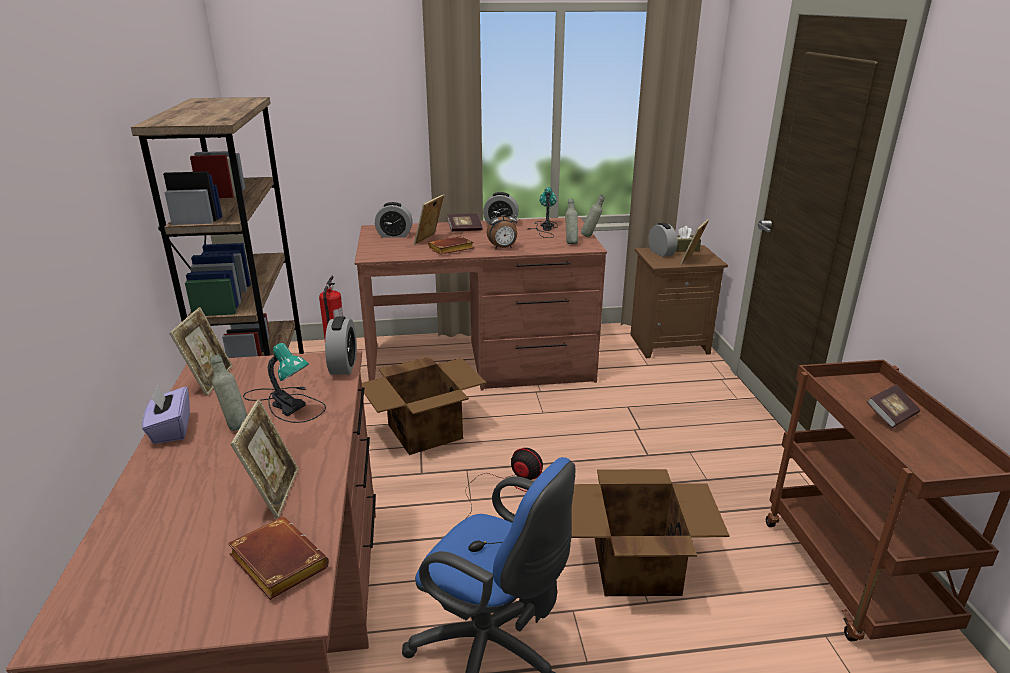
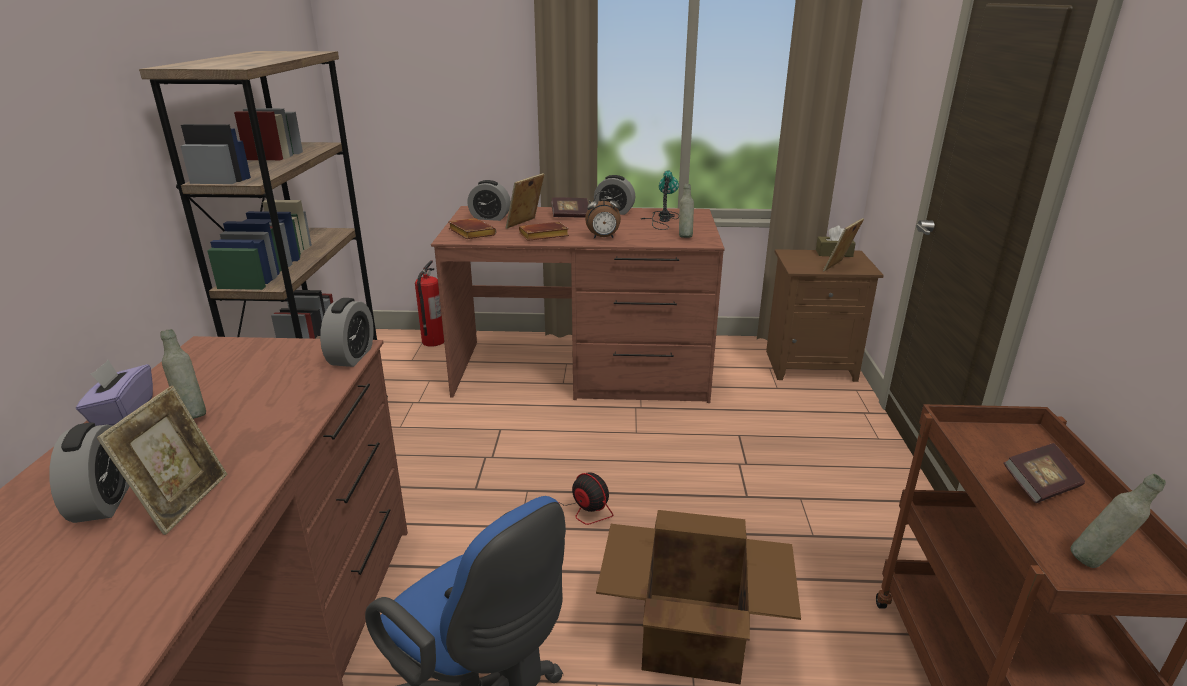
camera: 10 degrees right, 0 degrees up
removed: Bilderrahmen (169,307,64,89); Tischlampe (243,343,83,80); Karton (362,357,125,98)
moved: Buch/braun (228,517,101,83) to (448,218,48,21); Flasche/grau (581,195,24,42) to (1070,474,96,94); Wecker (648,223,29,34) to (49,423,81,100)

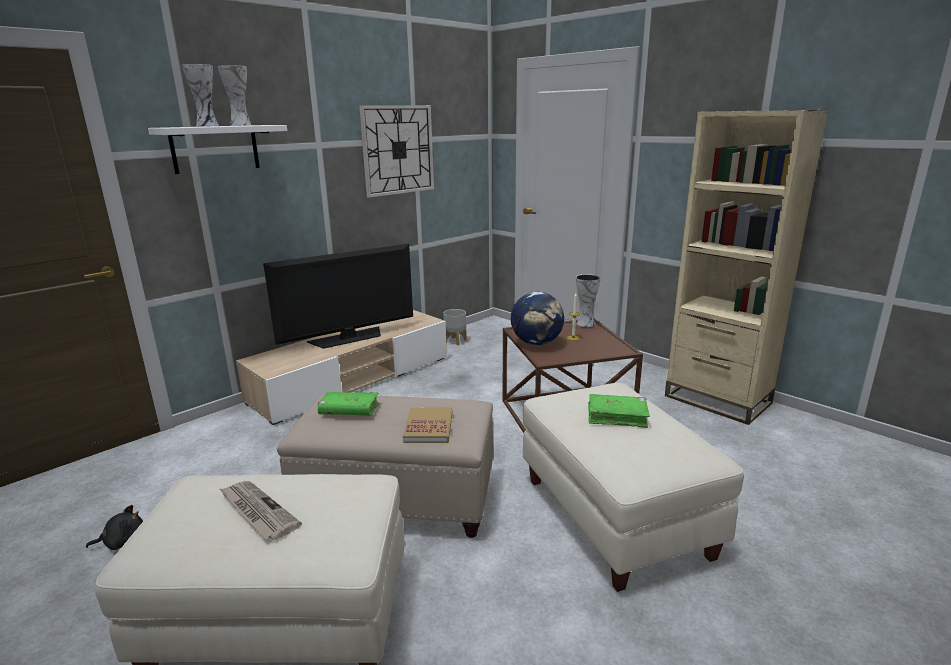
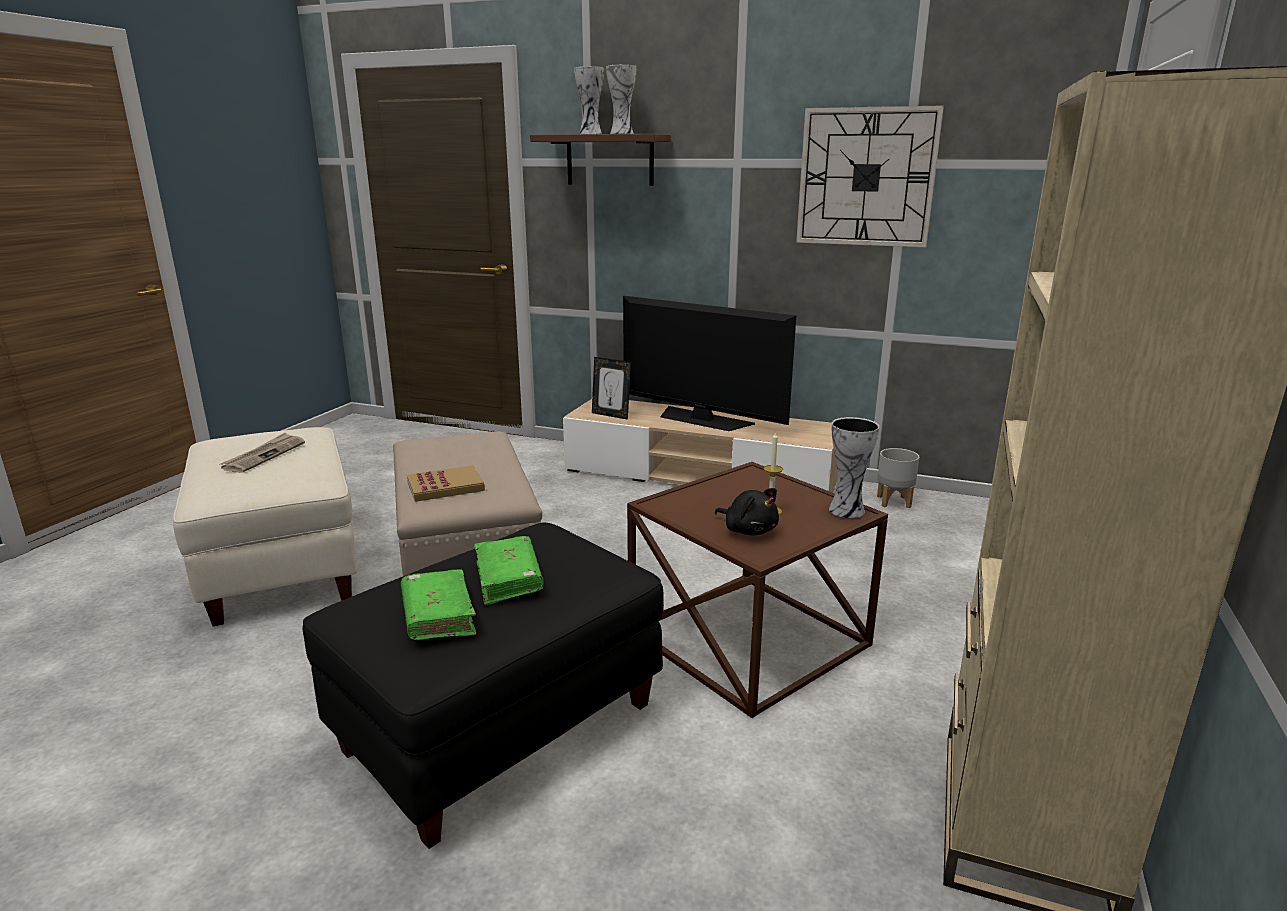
camera: 65 degrees right, 0 degrees up
removed: Globus (511,292,53,53)
added: Bilderrahmen (592,357,39,63)
moved: Plüschtier/schwarz (86,505,57,45) to (715,488,64,47); Buch/grün (317,392,63,24) to (401,569,75,71)
recoloured: Wandregal/weiß (148,125,139,49) to Wandregal/braun (530,134,141,52); Polsterhocker/beige (523,383,221,209) to Polsterhocker/schwarz (302,523,362,326)

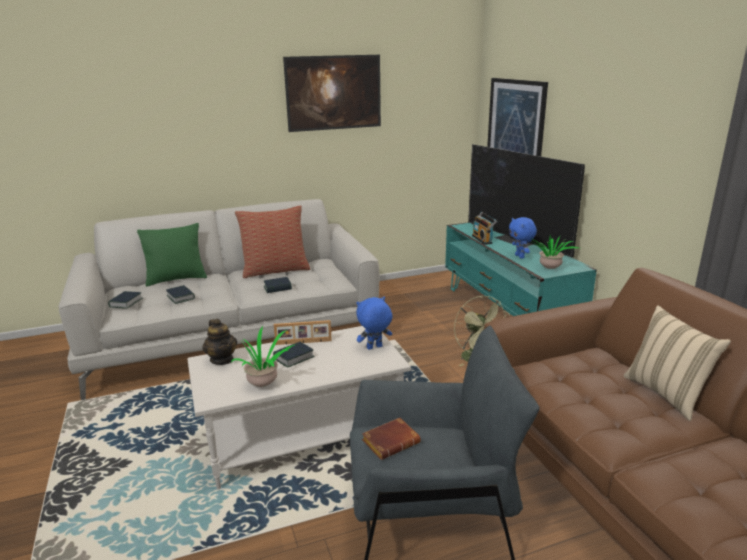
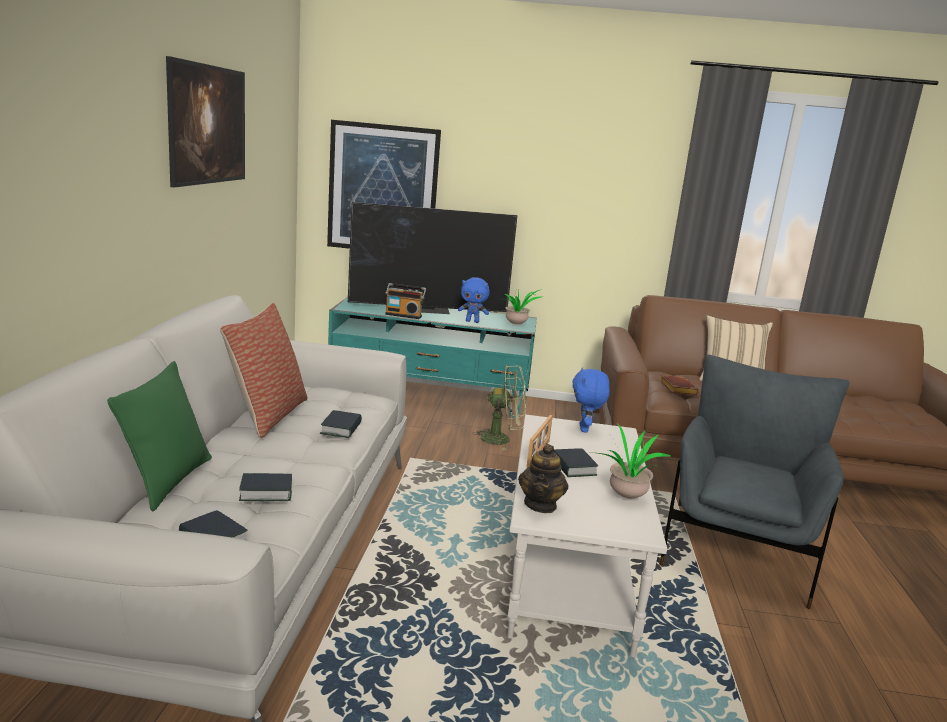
camera: 65 degrees left, 5 degrees down
moved: Buch/braun (362,418,59,42) to (659,375,40,20)
turned: Teekanne (203,319,34,46) = (518,444,51,69) 105 degrees clockwise

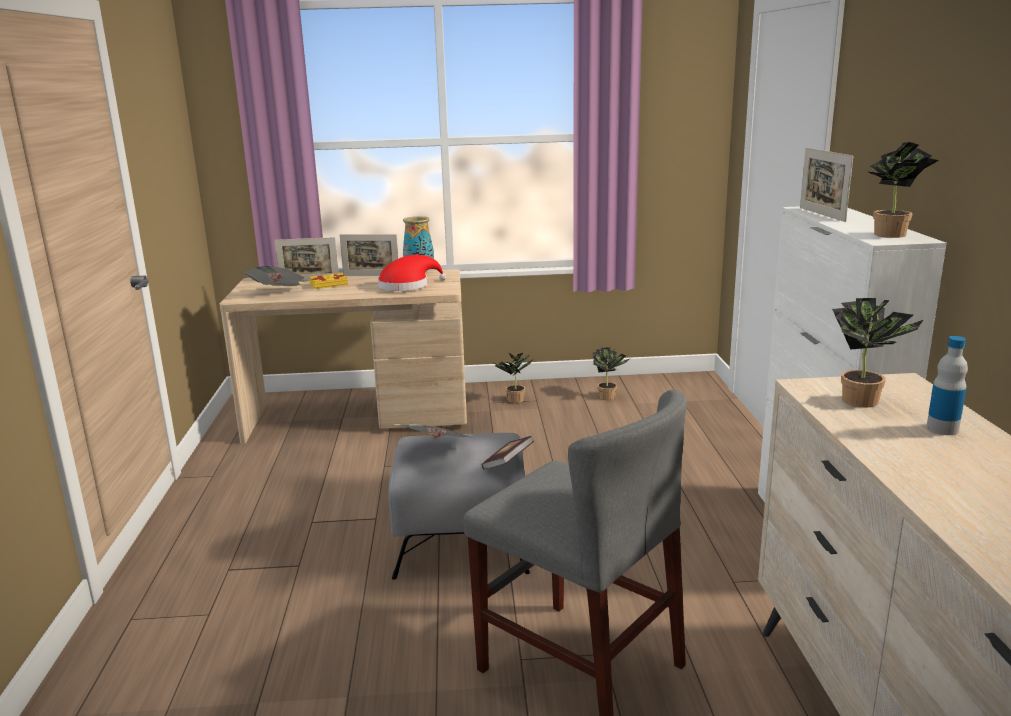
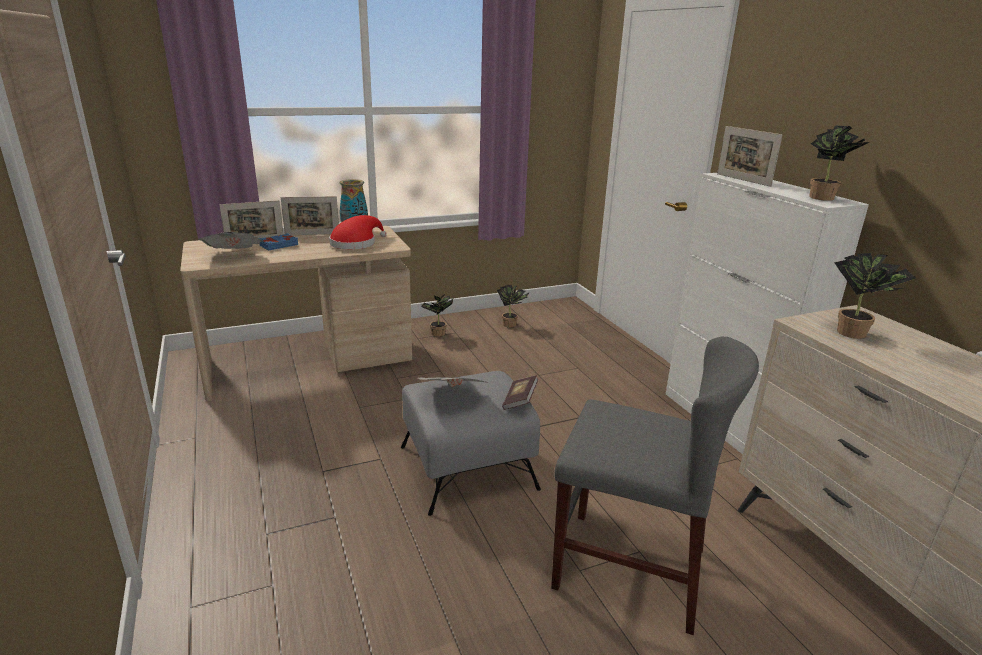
camera: 20 degrees left, 5 degrees up
removed: Flasche (926,336,42,99)
recoloured: Buch/gelb (309,273,39,16) to Buch/blau (258,233,40,18)

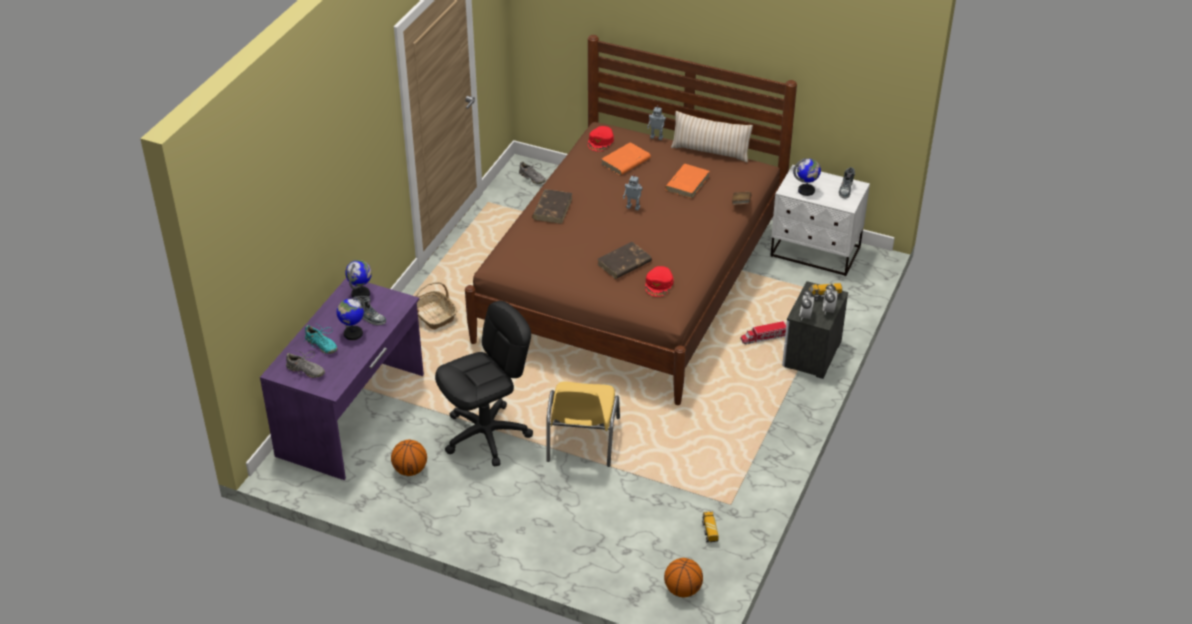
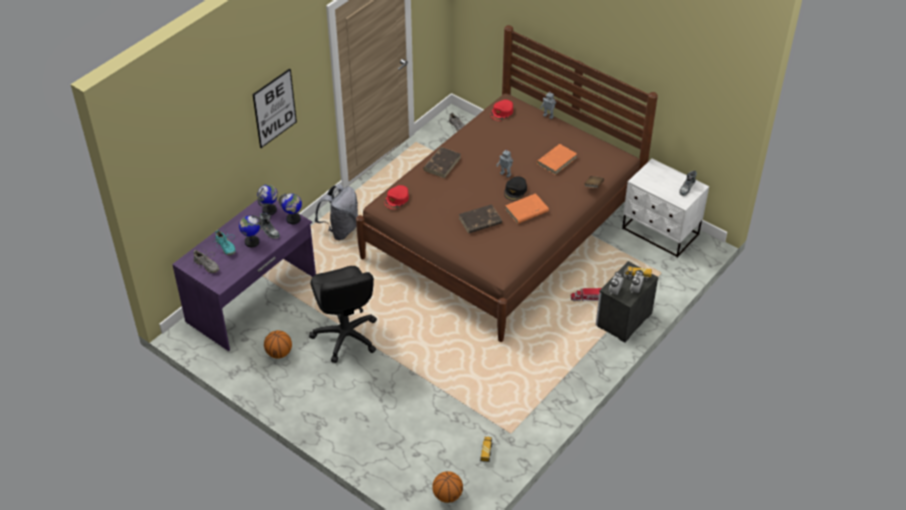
camera: 15 degrees right, 5 degrees up
removed: Stuhl/gelb (546,382,74,85); Kissen/beige (671,111,82,52)
added: Bild (252,68,45,80); Kappe/schwarz (504,176,23,25)
moved: Buch/orange (601,142,50,33) to (505,193,44,31); Kappe/rot (645,266,29,31) to (385,185,24,24); Globus (793,158,28,38) to (279,193,23,31)
replaced: Korb (416,282,41,48) to Rucksack/grau (315,184,43,56)
turned: Bürostuhl/schwarz (435,301,98,166) = (309,266,68,97) 90 degrees clockwise

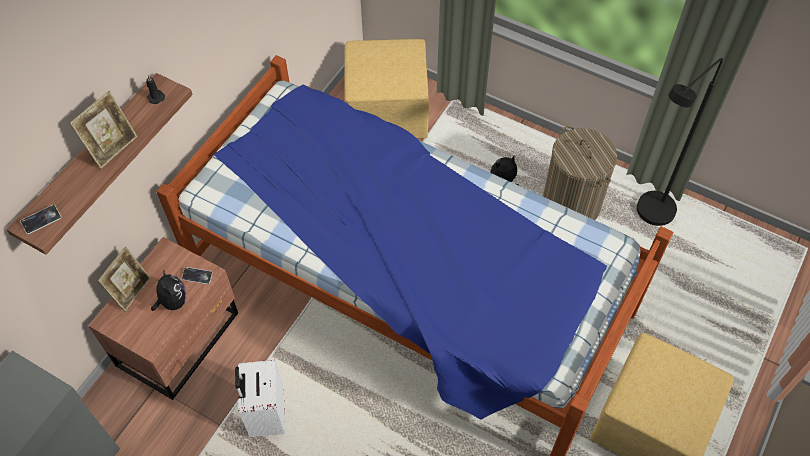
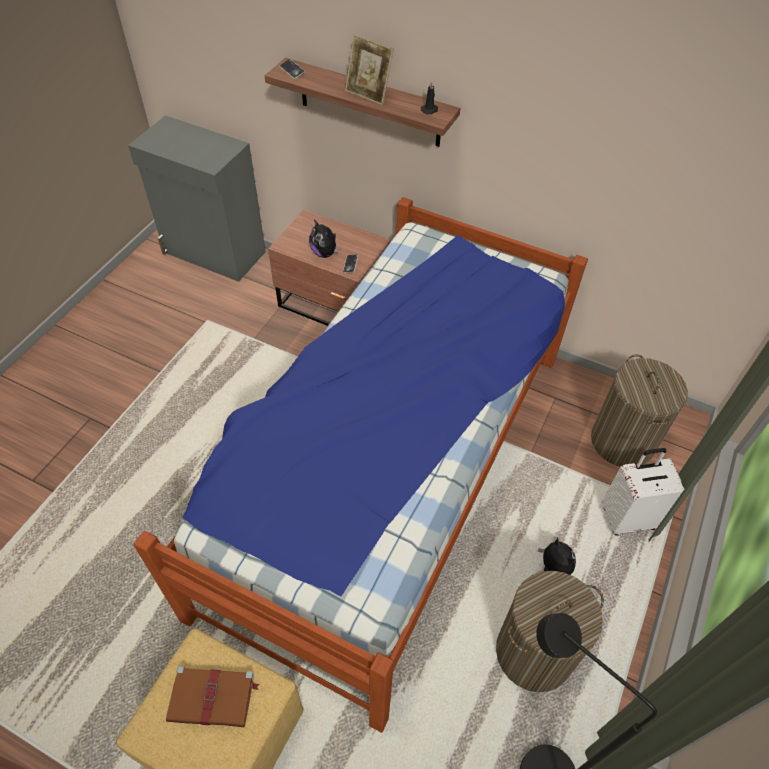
camera: 85 degrees right, 5 degrees down
removed: Bilderrahmen (98,247,53,64)
added: Buch/braun (166,666,93,61)
moved: Koffer/weiß (235,360,50,77) to (602,448,82,88)
replaced: Polsterhocker/gelb (344,39,85,99) to Wäschekorb (591,354,97,113)
turned: Plüschtier (151,272,36,39) = (309,219,31,39) 75 degrees clockwise

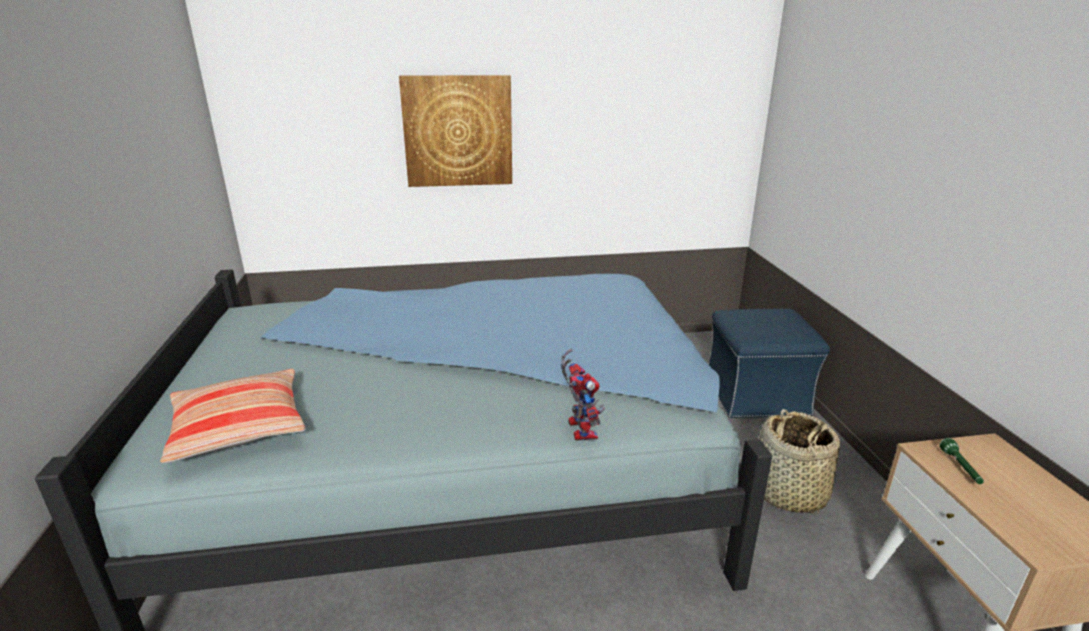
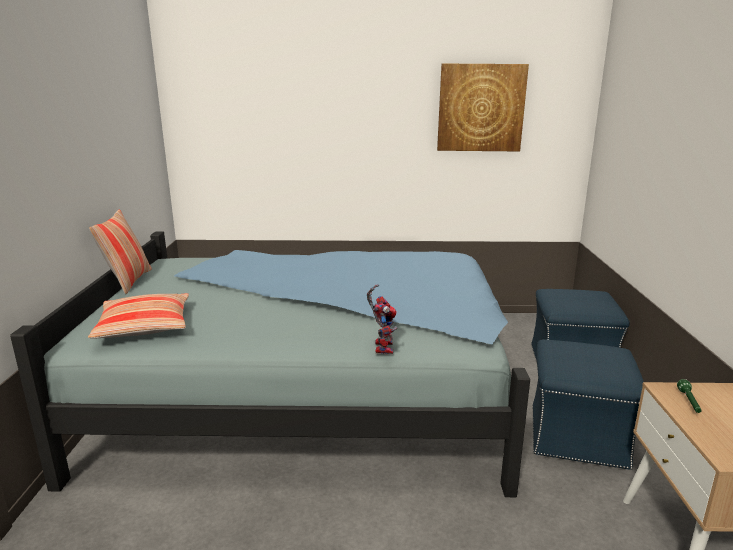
camera: 10 degrees right, 5 degrees down
added: Kissen (89,209,63,85)
moved: Bild (399,75,113,112) to (437,64,92,87)
replaced: Korb (759,409,81,106) to Polsterhocker/blau (532,339,112,131)

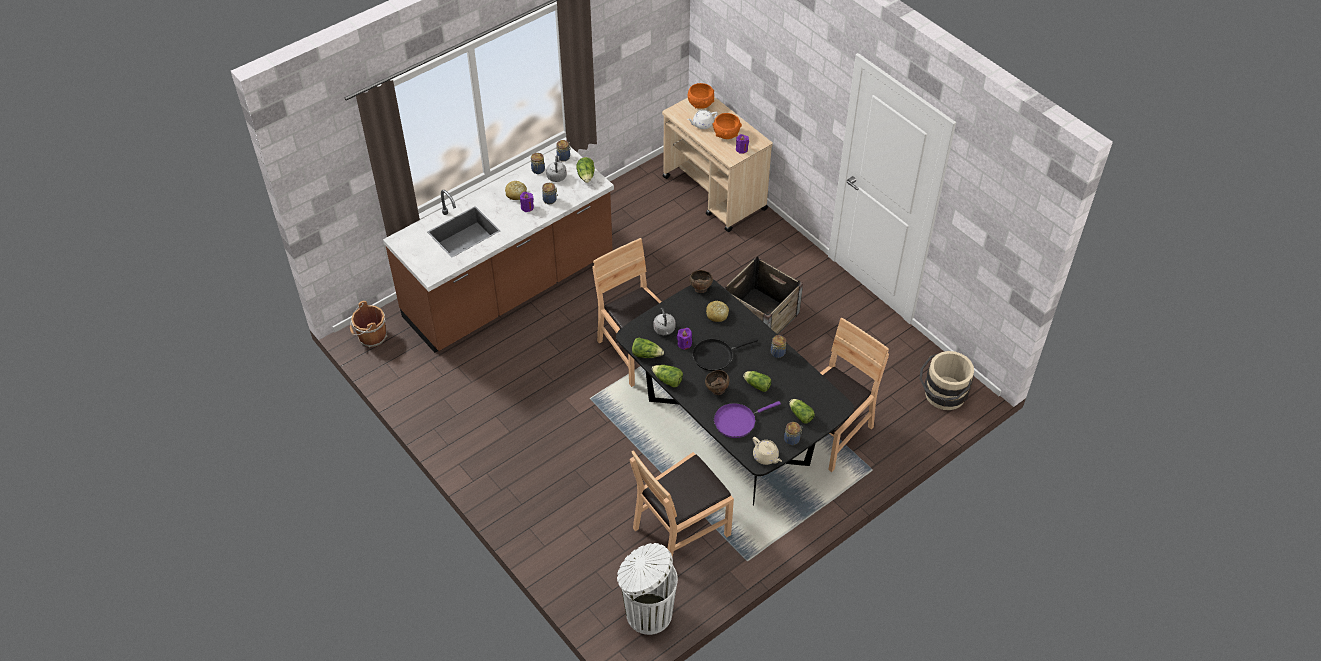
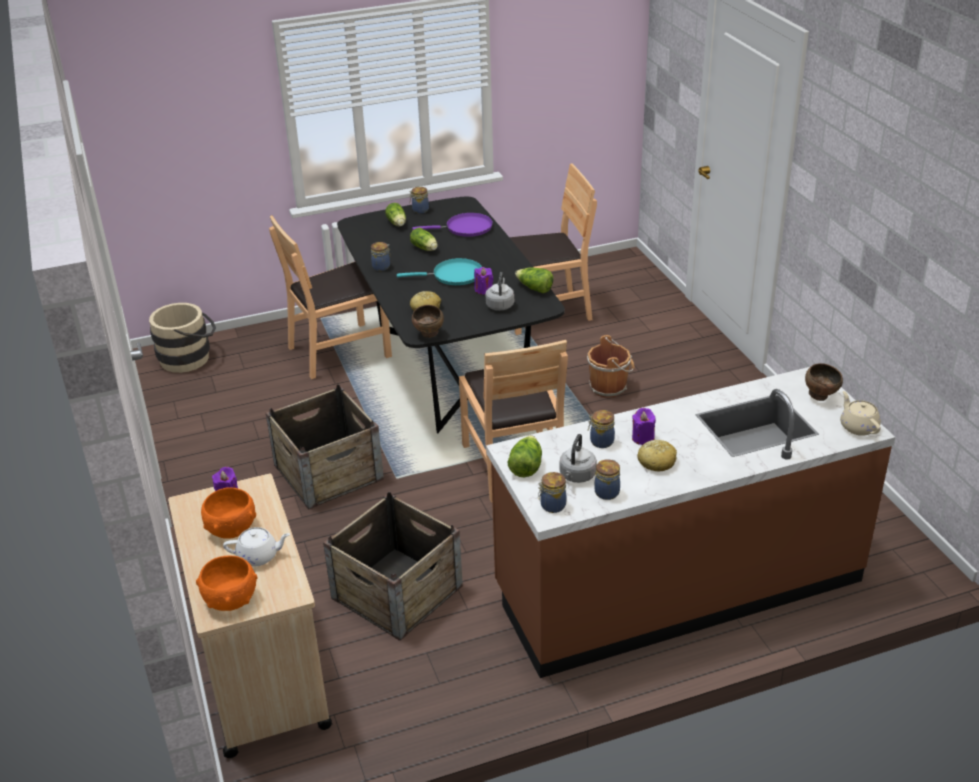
camera: 160 degrees left, 15 degrees down
removed: Mülleimer/weiß (617,543,61,92); Salatkopf (652,365,31,23)
added: Kiste (323,492,140,149)
moved: Eimer/braun (350,301,37,46) to (587,335,48,63); Schüssel/braun (705,370,24,25) to (805,363,38,38); Teekanne/beige (753,437,29,28) to (840,391,41,45)
recoloured: Pfanne/schwarz (693,338,65,33) to Pfanne/türkis (397,258,85,27)

